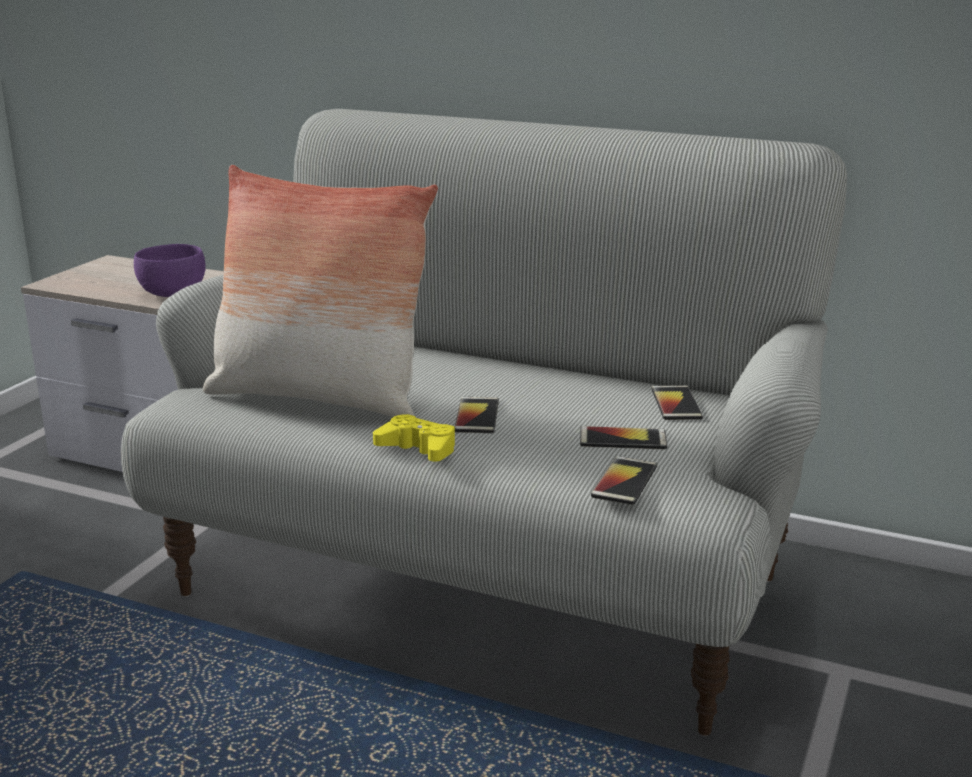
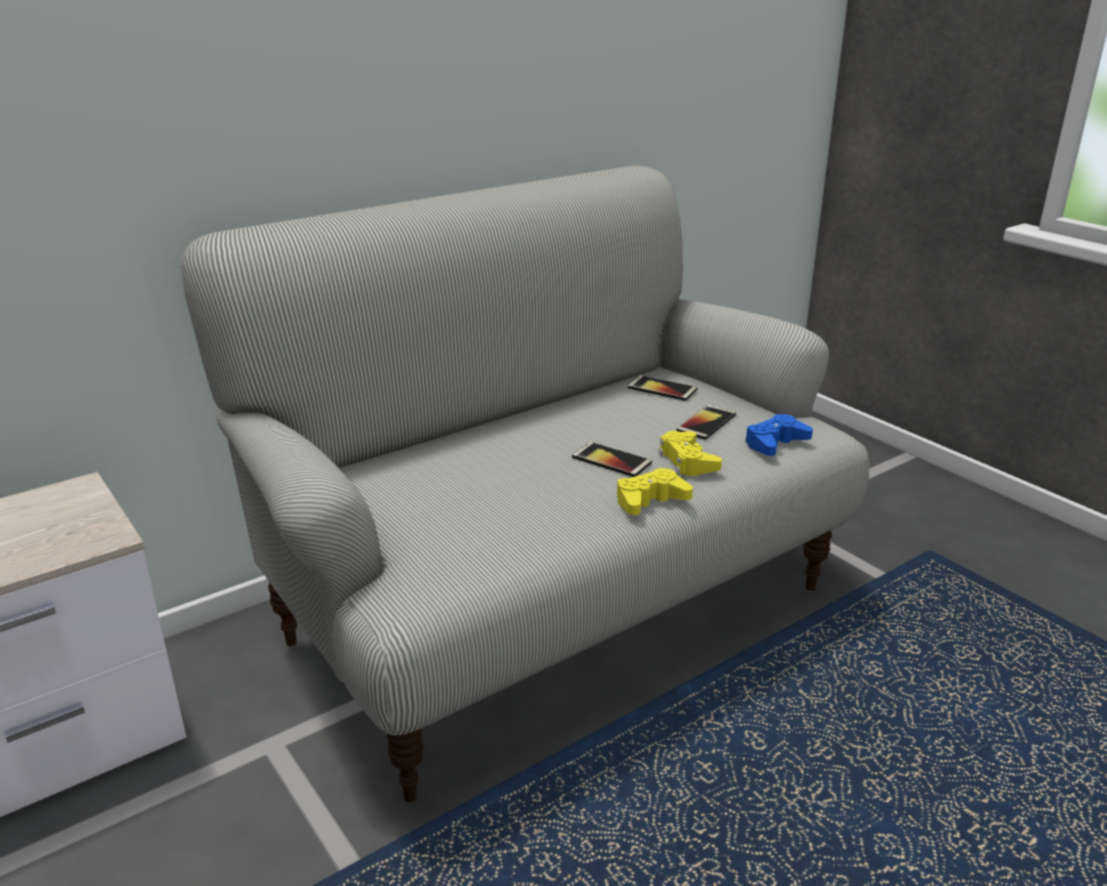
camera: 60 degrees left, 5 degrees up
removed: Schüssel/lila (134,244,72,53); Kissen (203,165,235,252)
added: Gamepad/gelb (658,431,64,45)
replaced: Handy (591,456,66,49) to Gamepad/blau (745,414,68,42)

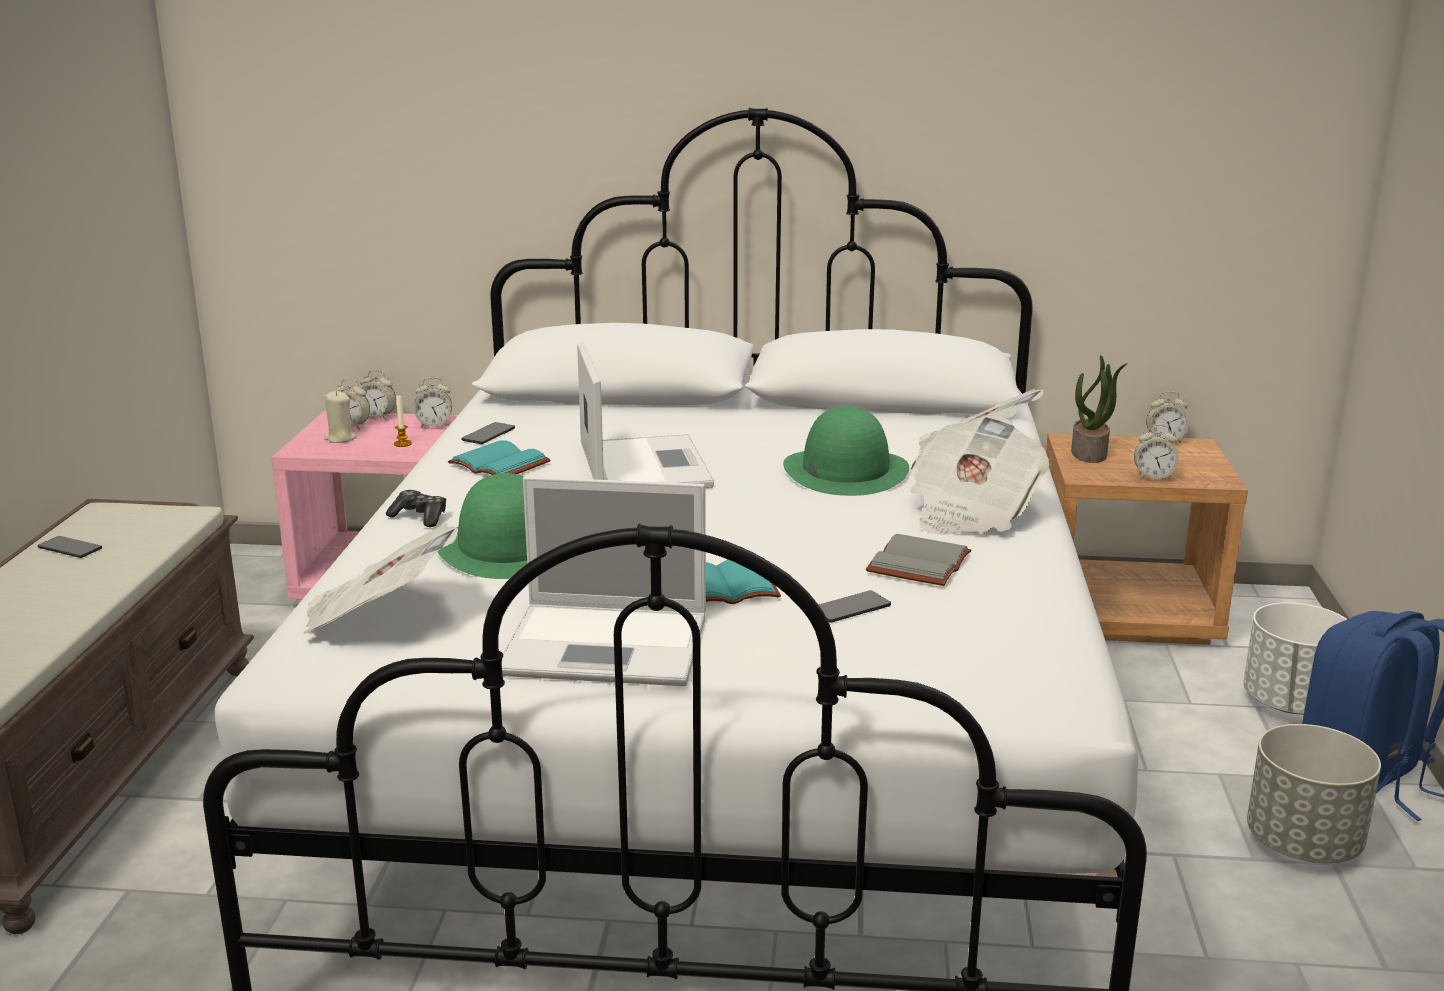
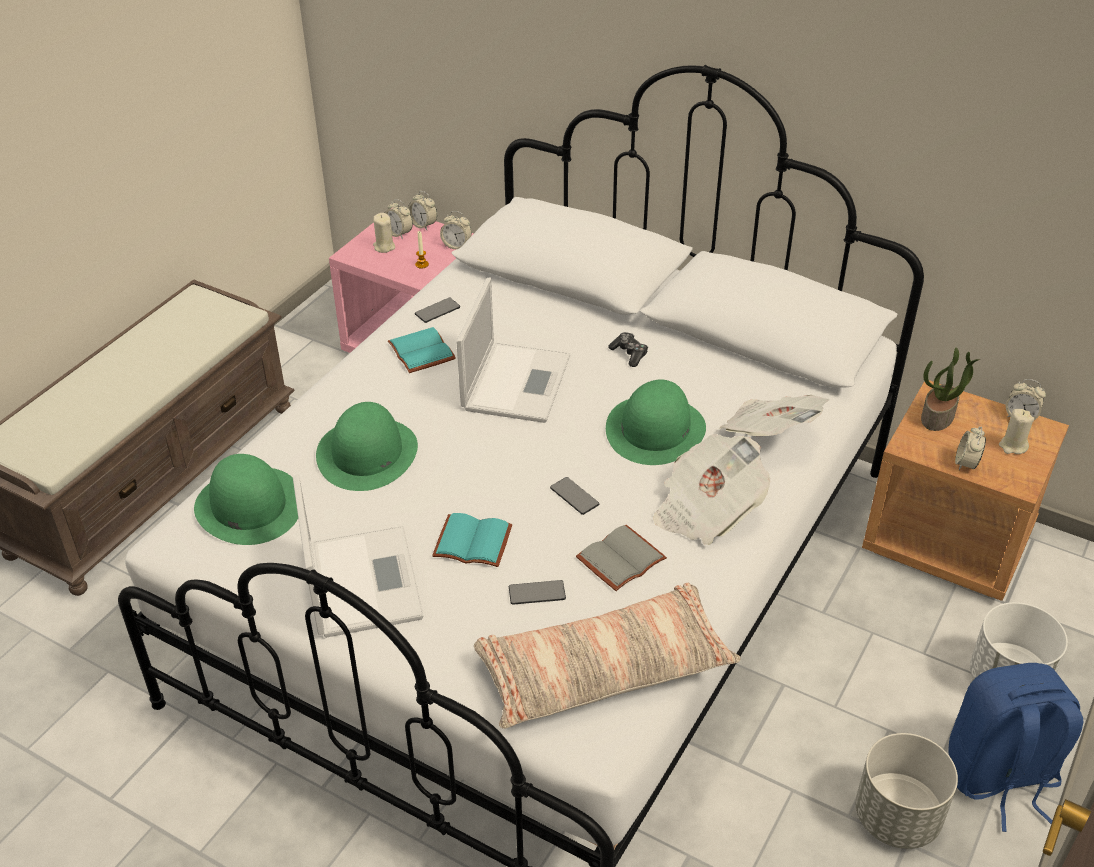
camera: 25 degrees right, 20 degrees up
added: Kissen (474,583,267,146); Kerze/beige (999,409,35,45)
moved: Handy (38,536,64,22) to (550,477,49,38); Gamepad (386,490,60,37) to (608,332,40,35)
replaced: Zeitung (304,523,154,111) to Hut/grün (194,454,104,91)
turned: Laptop (502,477,204,209) = (293,475,131,163) 135 degrees counterclockwise; Wecker (1134,424,45,56) = (955,426,31,44) 75 degrees clockwise

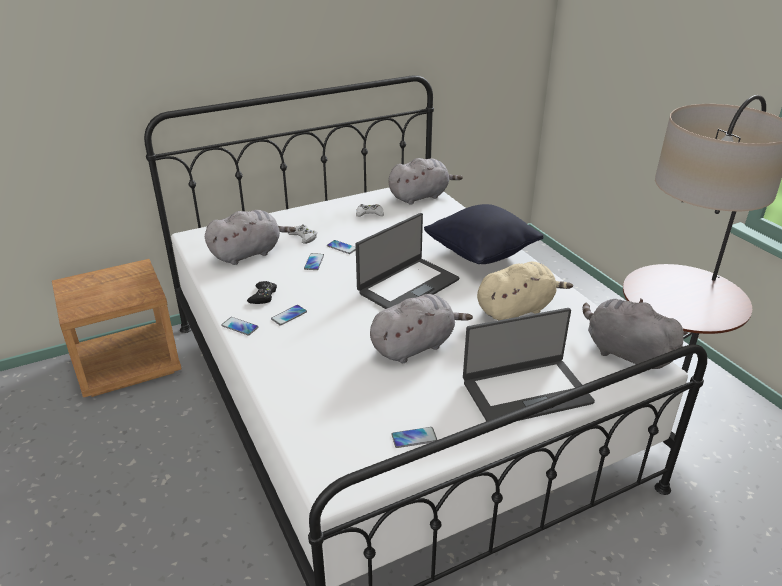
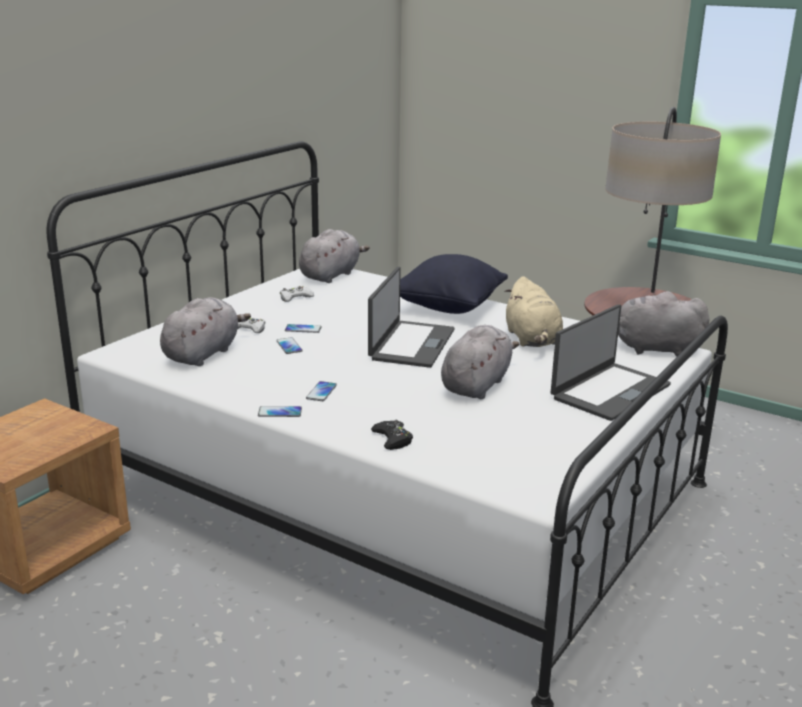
camera: 30 degrees left, 10 degrees down
removed: Handy (392,427,45,21)
moved: Gamepad/schwarz (247,281,30,23) to (371,420,42,30)
turned: Plüschtier/beige (477,262,96,58) = (505,276,58,71) 135 degrees clockwise

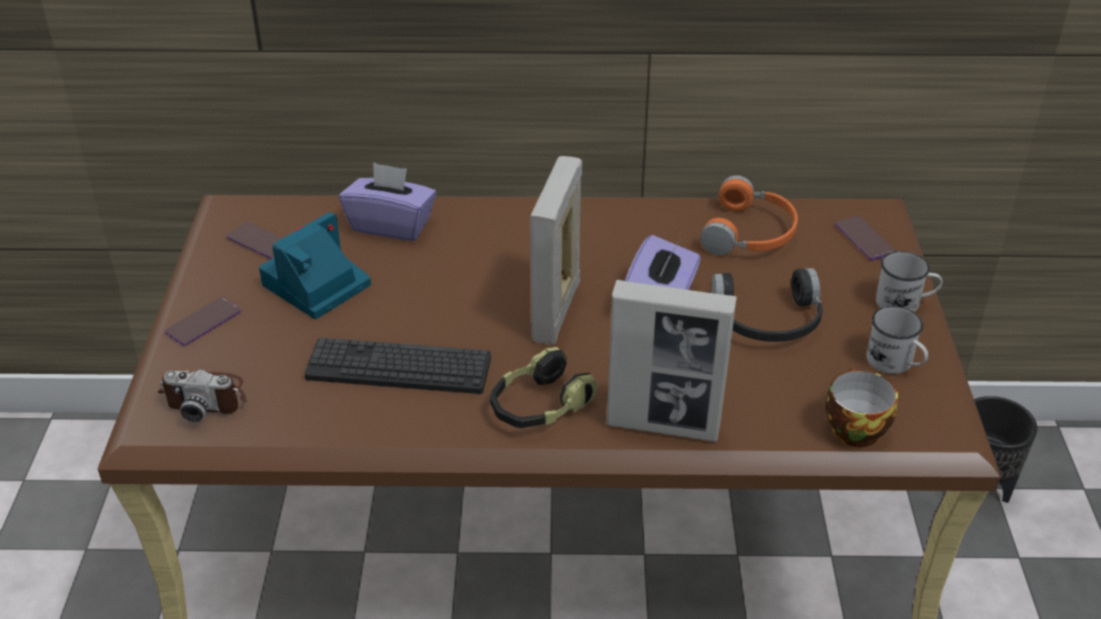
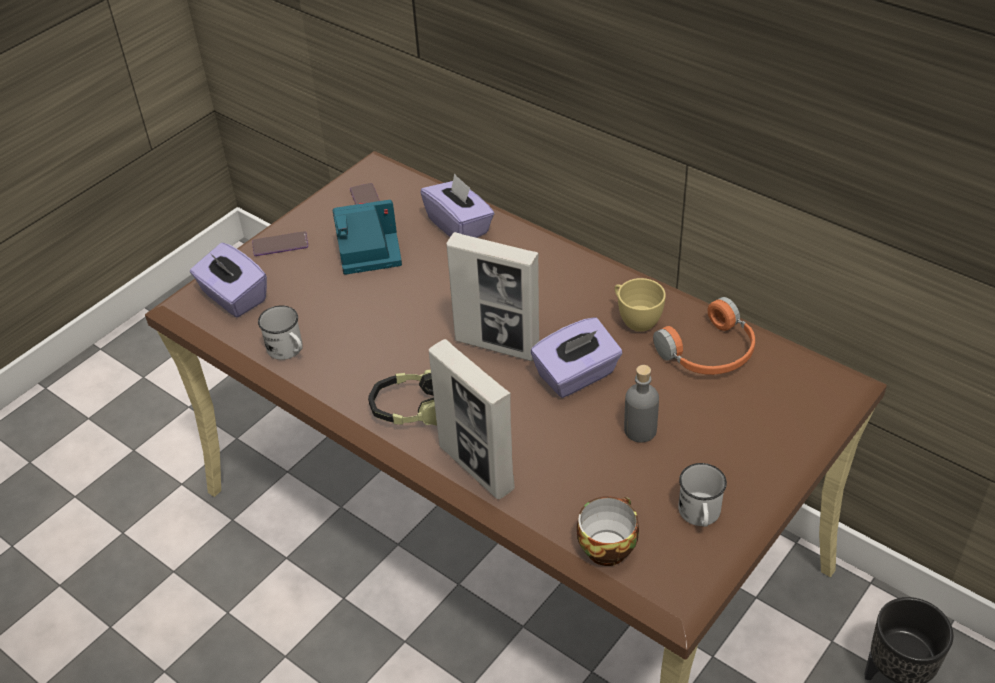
camera: 40 degrees right, 5 degrees up
removed: Tastatur (304,337,187,57); Handy (835,216,60,44)
added: Tasse/gelb (615,278,51,54)
moved: Henkelbecher/weiß (876,251,67,61) to (258,306,45,54)
replaced: Kamera (158,369,89,53) to Taschentuchbox/lila (190,243,77,74); Kopfhörer/schwarz (711,268,112,74) to Flasche/grau (624,365,35,78)
turned: Bilderrahmen (530,156,52,189) = (446,232,93,129) 120 degrees counterclockwise

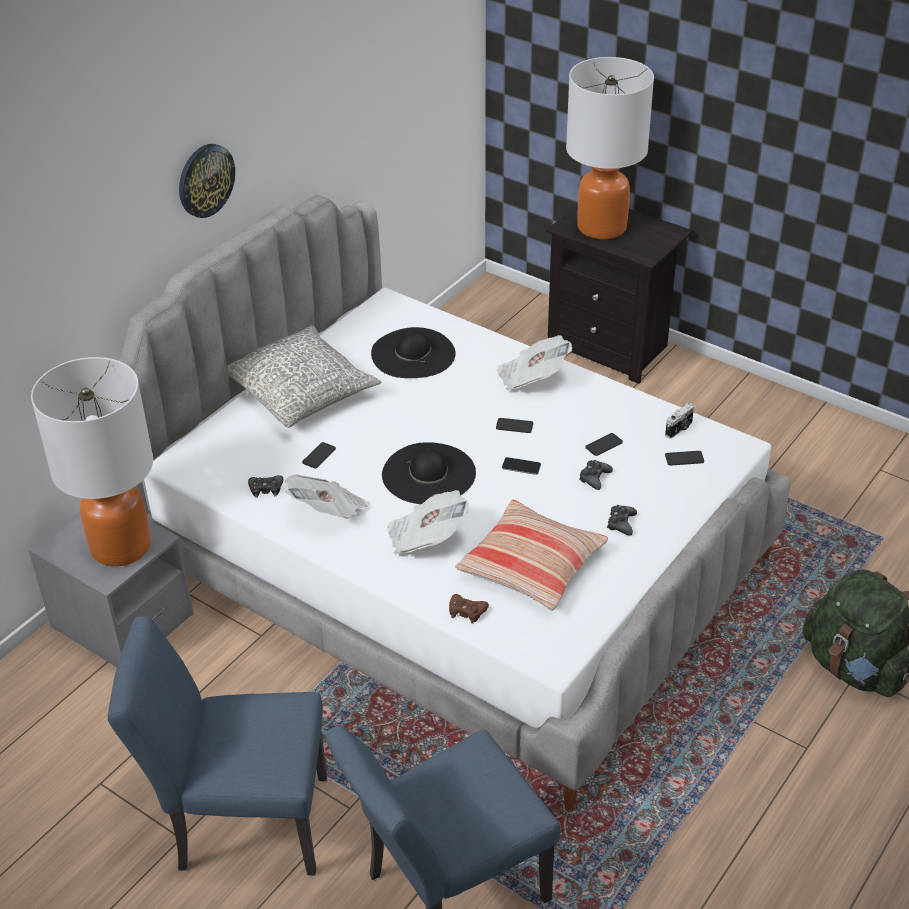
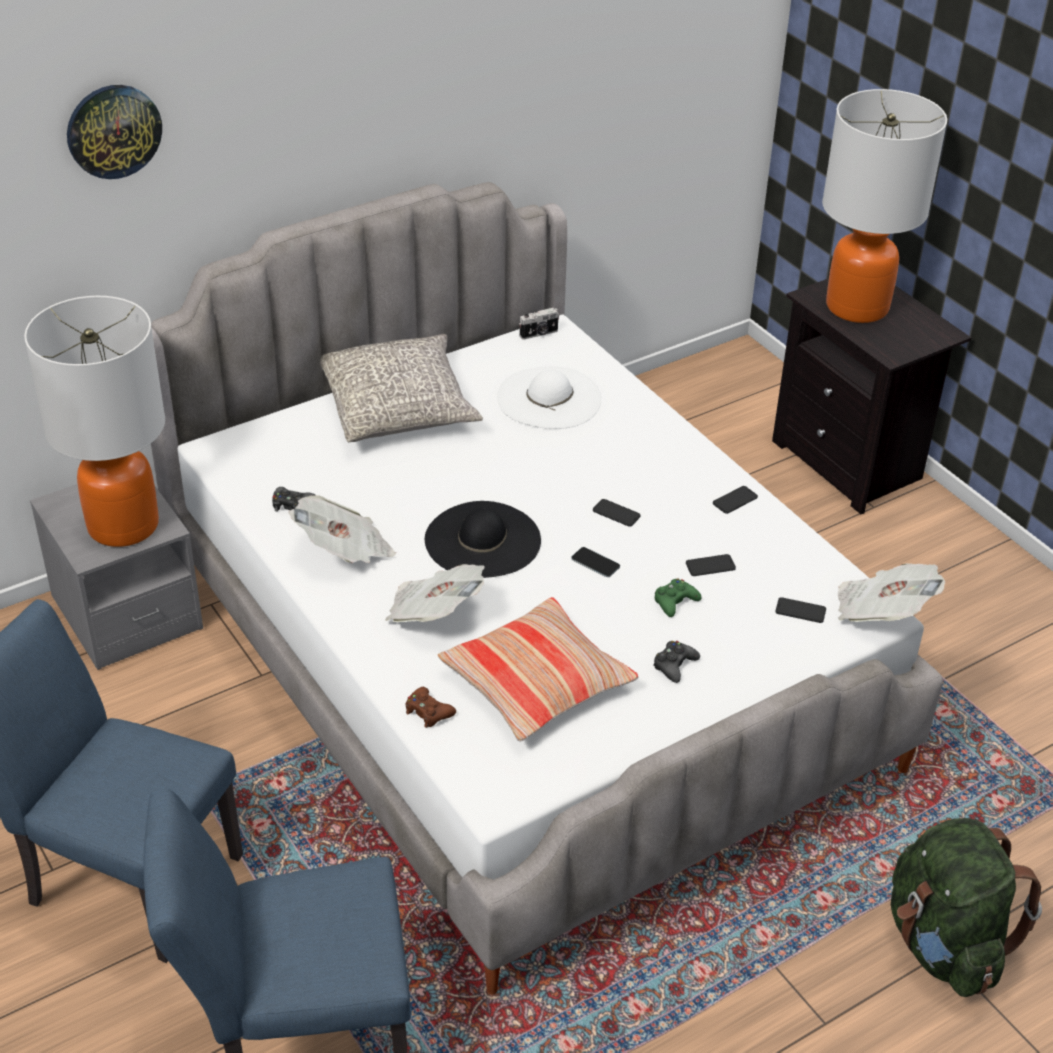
camera: 20 degrees right, 0 degrees up
moved: Wanduhr (179,144,56,74) to (67,85,95,94); Handy (302,442,34,26) to (713,486,45,28); Zeitung (497,335,75,55) to (838,563,107,59); Kamera (665,403,29,36) to (519,308,40,32)
recoloured: Hut/schwarz (371,327,85,51) to Hut/weiß (497,366,104,63); Gamepad/schwarz (579,460,34,30) to Gamepad/grün (655,578,46,39)

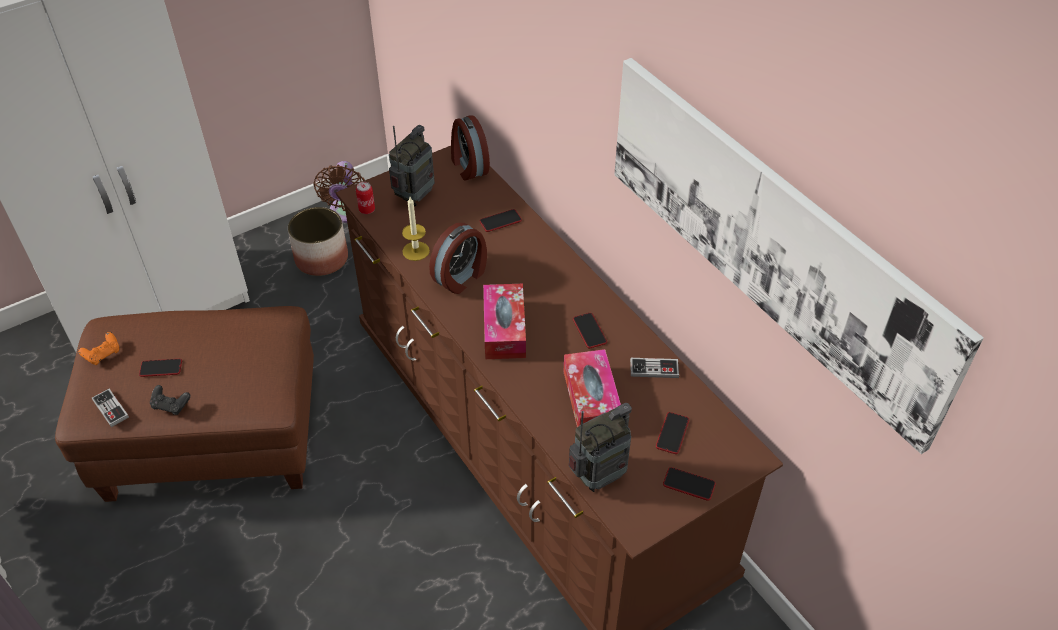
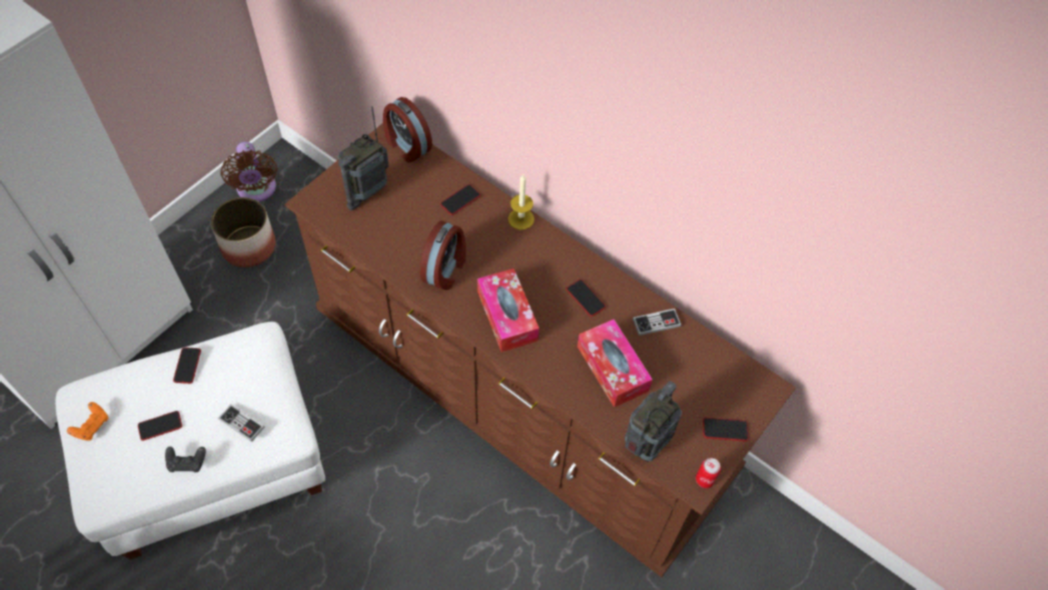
camera: 20 degrees left, 10 degrees up
removed: Bild (614,58,370,396)
moved: Gamepad (92,389,37,38) to (218,404,47,38); Dose (356,182,19,32) to (696,458,25,30); Kerze (402,197,28,64) to (508,175,26,55); Handy (656,412,33,42) to (173,347,28,37)
recoloured: Polsterhocker/braun (55,306,259,196) to Polsterhocker/weiß (56,322,269,238)
turned: Radio (389,125,46,81) = (338,107,51,104) 150 degrees counterclockwise

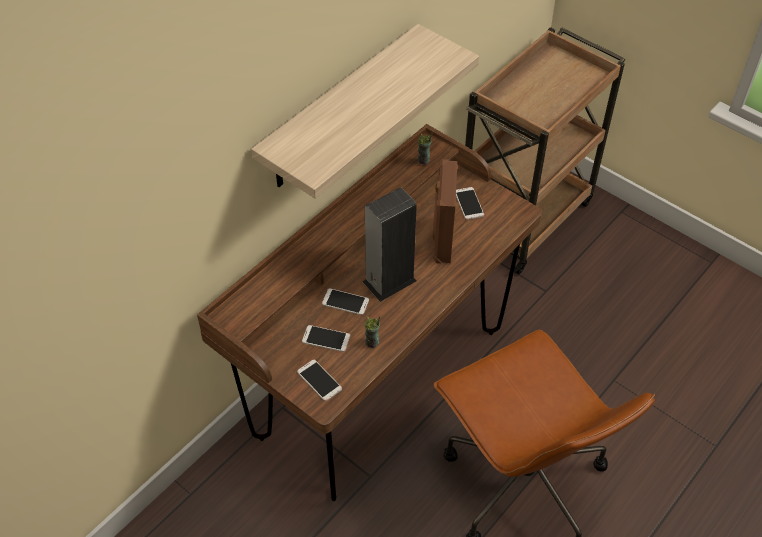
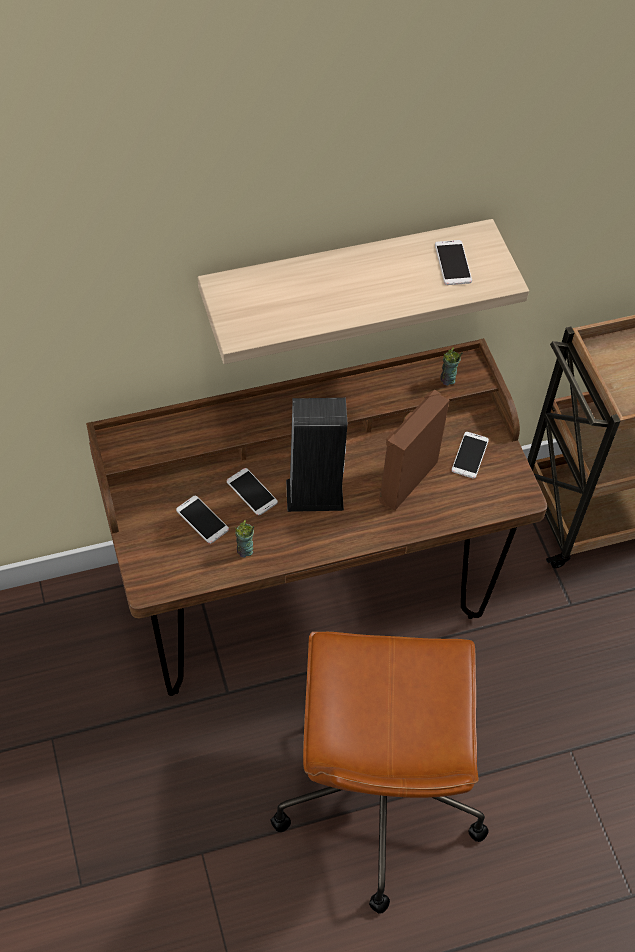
camera: 30 degrees right, 5 degrees up
moved: Handy (297,360,45,41) to (435,240,37,45)

